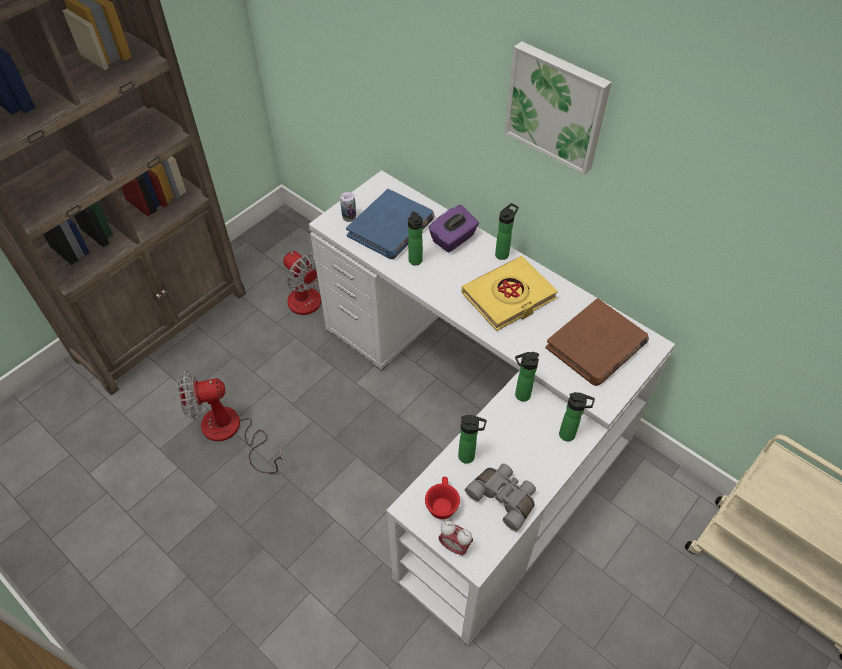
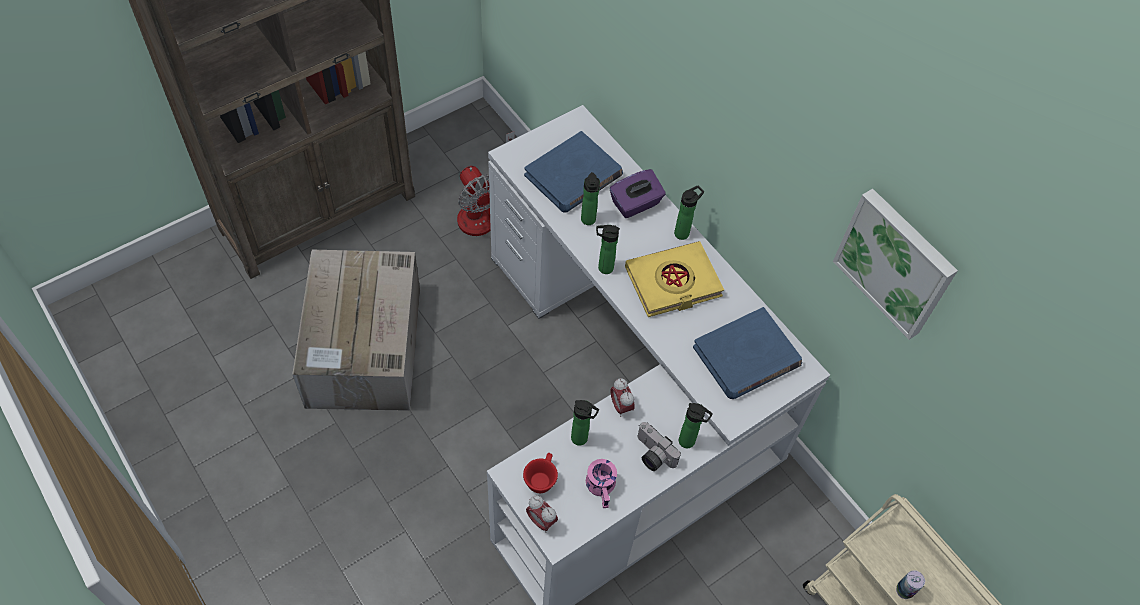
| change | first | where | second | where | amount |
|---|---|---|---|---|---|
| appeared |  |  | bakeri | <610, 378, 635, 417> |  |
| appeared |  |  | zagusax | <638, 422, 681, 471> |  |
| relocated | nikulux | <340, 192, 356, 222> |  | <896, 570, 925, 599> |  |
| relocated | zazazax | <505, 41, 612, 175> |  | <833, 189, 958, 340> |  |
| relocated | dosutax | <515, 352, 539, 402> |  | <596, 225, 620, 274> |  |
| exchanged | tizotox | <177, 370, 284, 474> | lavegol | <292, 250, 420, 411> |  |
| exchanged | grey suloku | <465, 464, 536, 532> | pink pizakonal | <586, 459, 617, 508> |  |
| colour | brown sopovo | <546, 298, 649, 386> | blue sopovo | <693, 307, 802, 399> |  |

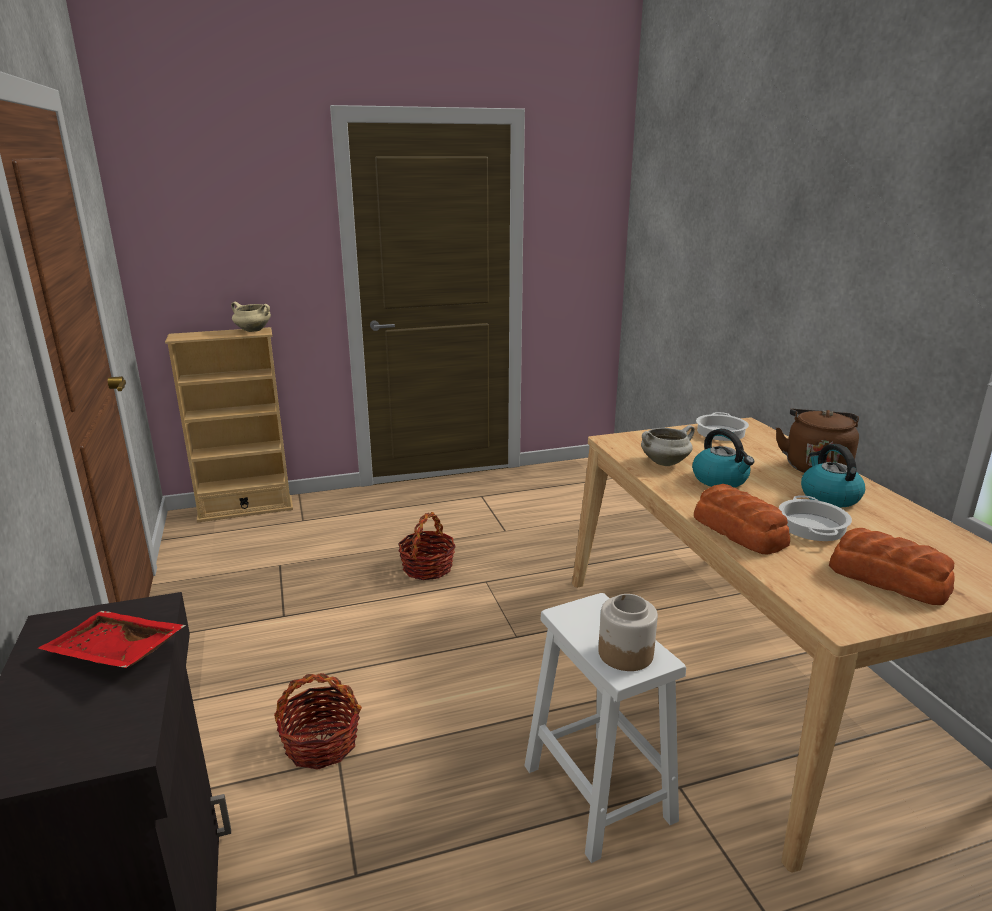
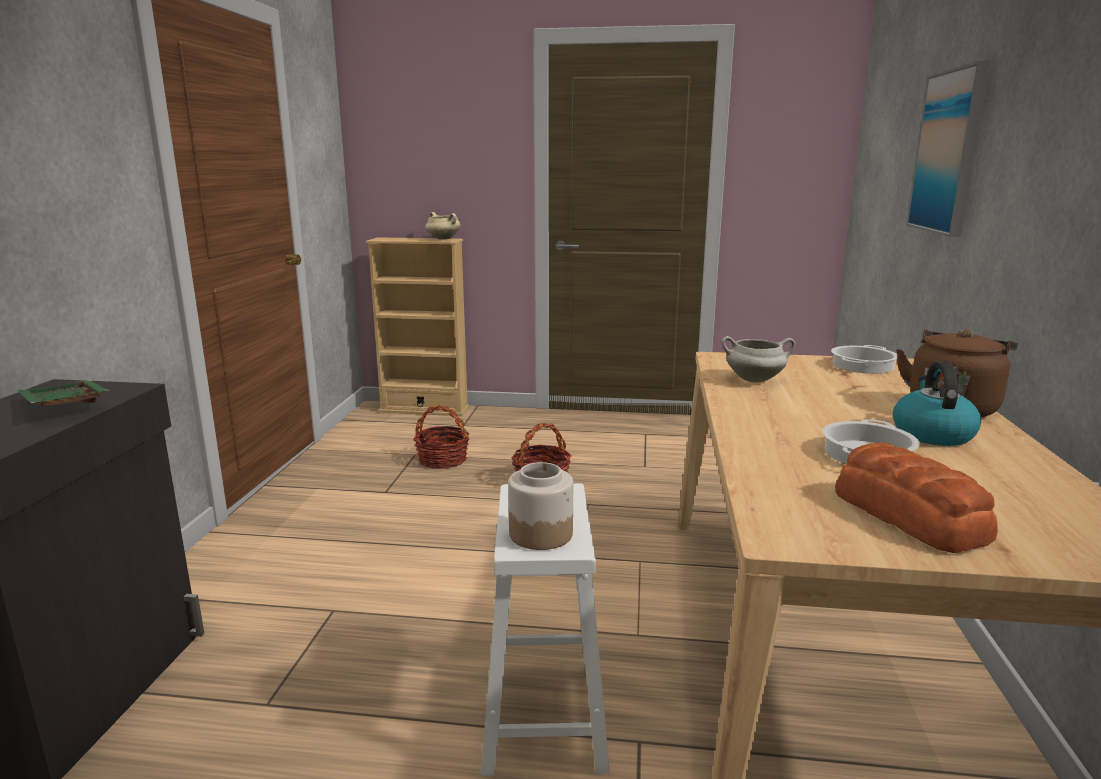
| change | first | where | second | where | amount |
|---|---|---|---|---|---|
| missing | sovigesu | <692, 429, 754, 488> |  |  |  |
| missing | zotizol | <694, 484, 790, 555> |  |  |  |
| appeared |  |  | zazazax | <906, 61, 991, 237> |  |
| relocated | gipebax | <274, 673, 362, 770> |  | <413, 405, 470, 469> |  |
| colour | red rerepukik | <38, 611, 186, 668> | green rerepukik | <18, 380, 109, 407> |  |

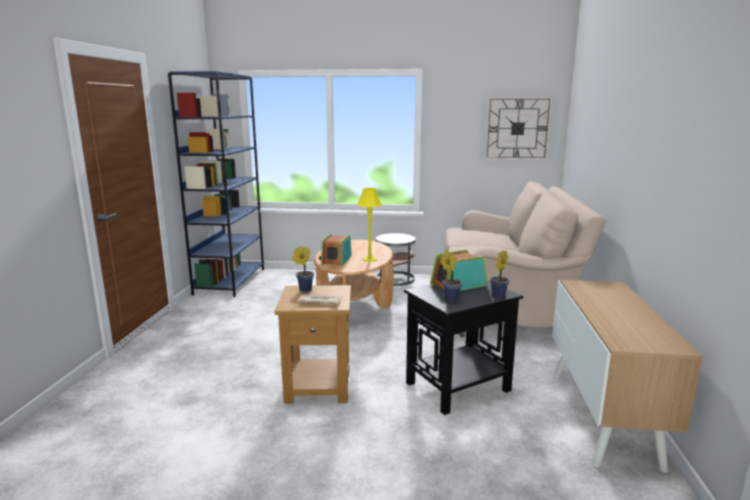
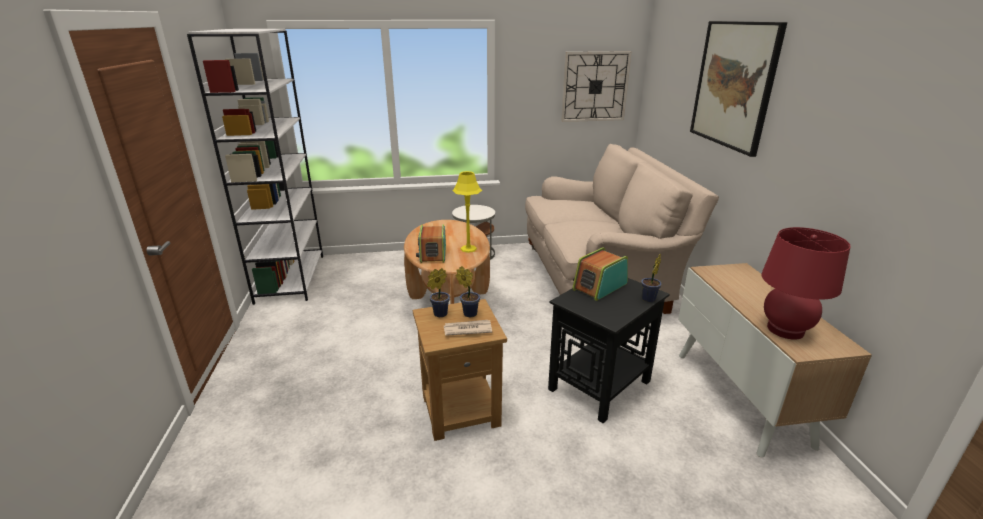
| change | first | where | second | where | amount |
|---|---|---|---|---|---|
| appeared |  |  | zazazax | <690, 21, 787, 157> |  |
| appeared |  |  | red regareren | <761, 227, 851, 340> |  |
| relocated | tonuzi | <441, 251, 462, 302> |  | <456, 266, 480, 317> |  |
| colour | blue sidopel | <168, 71, 264, 297> | white sidopel | <187, 29, 323, 305> |  |

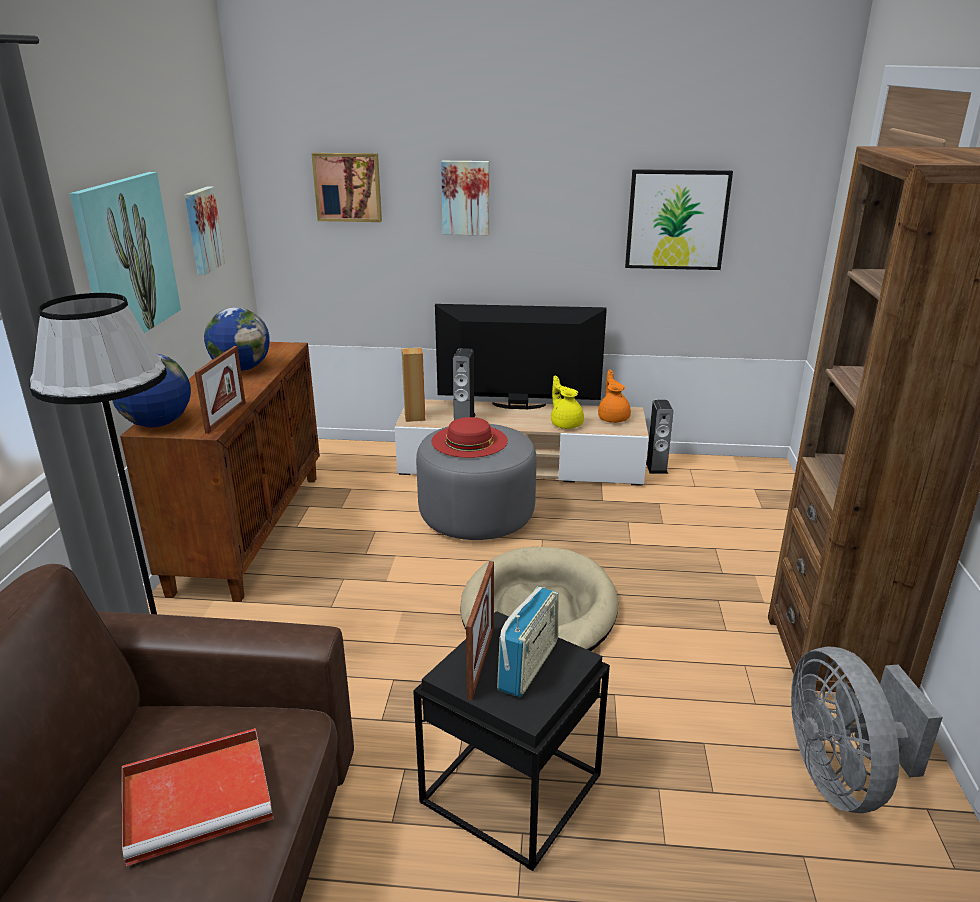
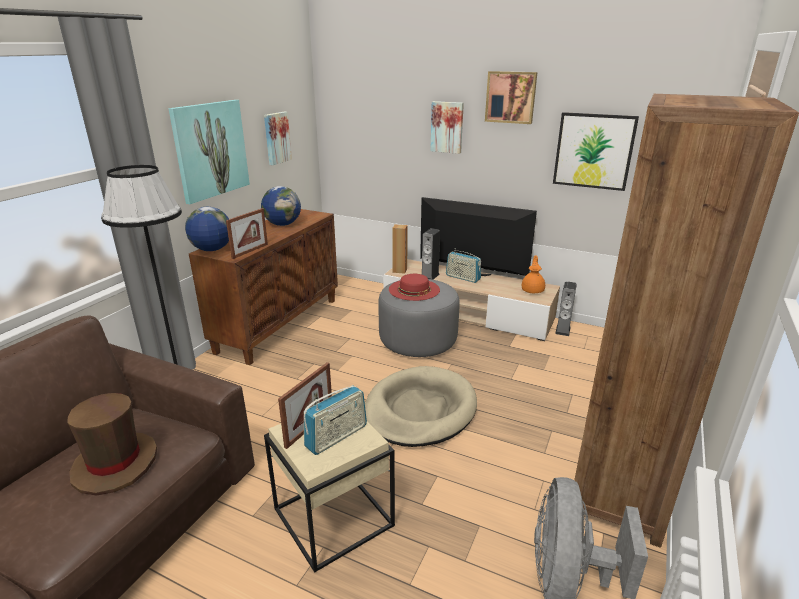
| change | first | where | second | where | amount |
|---|---|---|---|---|---|
| missing | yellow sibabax | <551, 376, 584, 429> |  |  |  |
| appeared |  |  | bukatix | <446, 248, 481, 283> |  |
| relocated | zazazax | <312, 153, 382, 222> |  | <485, 71, 537, 124> |  |
| exchanged | red rerepukik | <122, 728, 274, 866> | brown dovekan | <68, 393, 158, 496> |  |
| colour | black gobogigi | <413, 611, 610, 871> | beige gobogigi | <264, 422, 395, 573> |  |

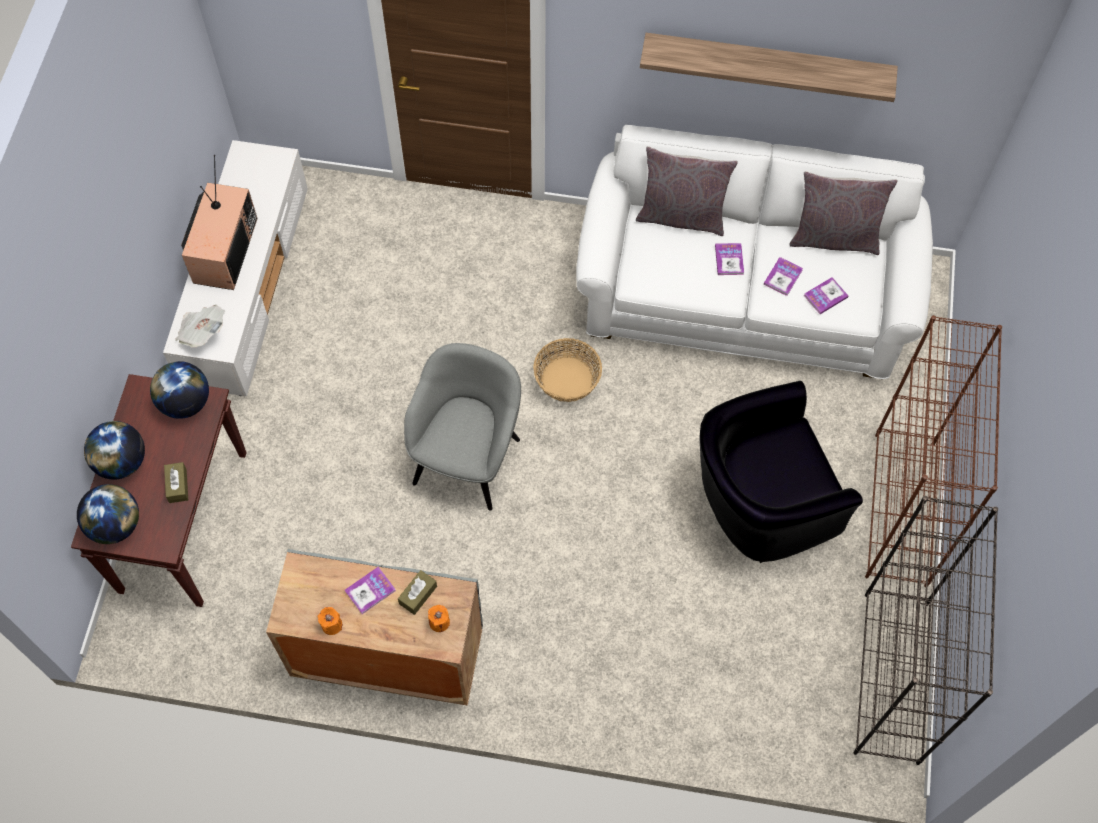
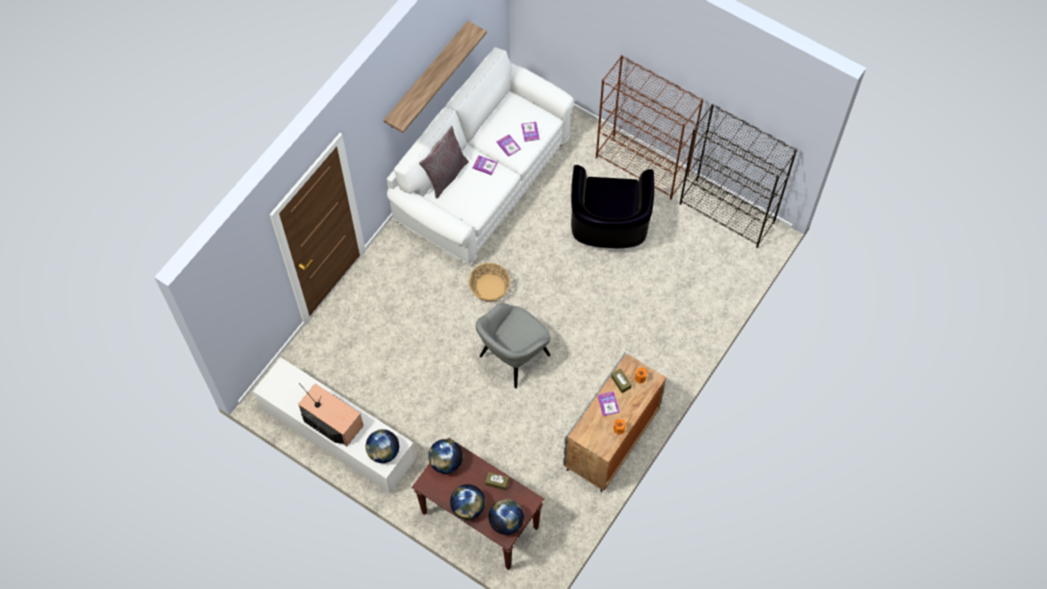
| change | first | where | second | where | amount |
|---|---|---|---|---|---|
| missing | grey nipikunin | <790, 171, 897, 255> |  |  |  |
| exchanged | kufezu | <175, 305, 225, 348> | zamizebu | <366, 429, 399, 463> |  |
| spun | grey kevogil | <404, 343, 521, 510> |  | <476, 303, 550, 388> | 90 degrees counterclockwise |

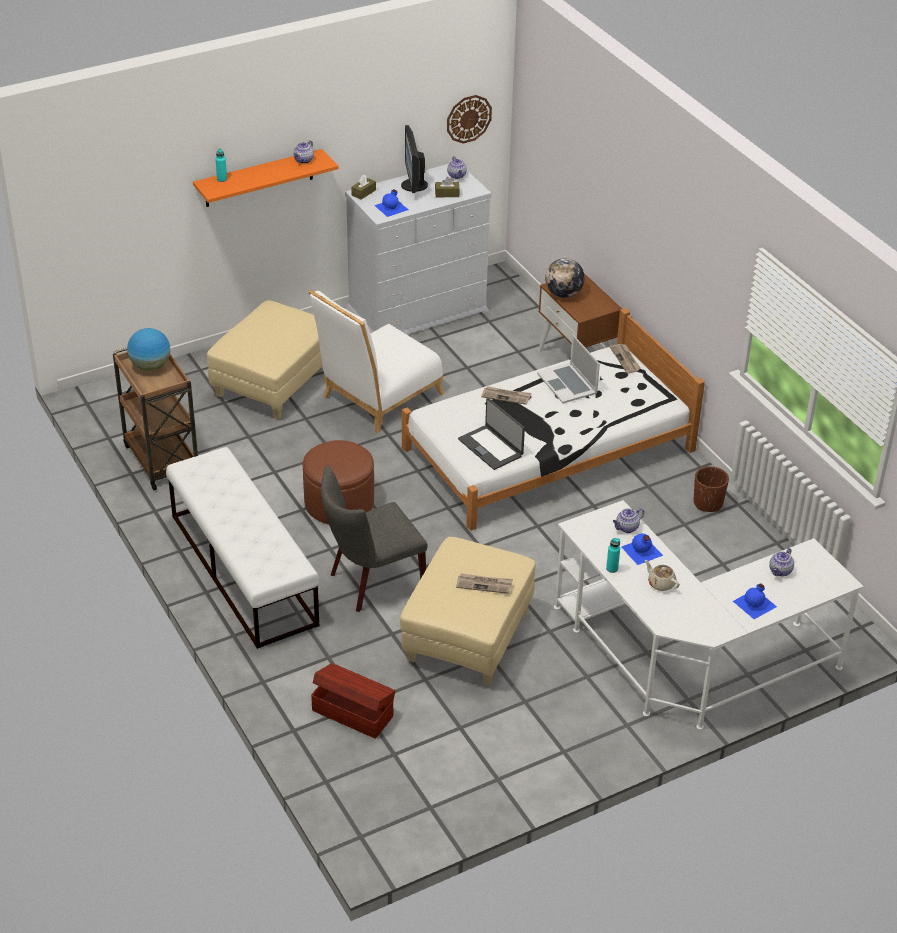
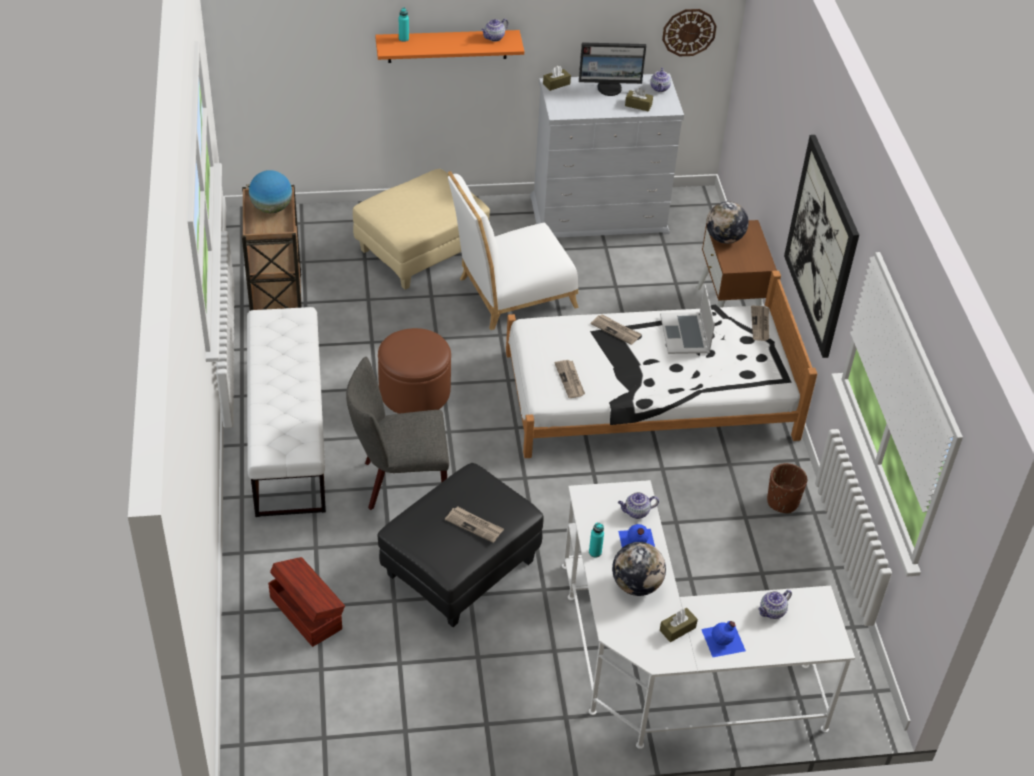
| change | first | where | second | where | amount |
|---|---|---|---|---|---|
| missing | blue dosutax | <374, 189, 408, 217> |  |  |  |
| appeared |  |  | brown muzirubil | <660, 608, 698, 642> |  |
| appeared |  |  | zazazax | <784, 135, 859, 358> |  |
| exchanged | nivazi | <458, 398, 525, 470> | kufezu | <555, 360, 585, 398> |  |
| exchanged | beige sibabax | <645, 560, 680, 591> | zamizebu | <612, 542, 666, 596> |  |
| colour | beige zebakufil | <400, 537, 536, 685> | black zebakufil | <377, 463, 544, 627> |  |
| spun | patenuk | <401, 125, 428, 193> |  | <579, 42, 646, 96> | 105 degrees counterclockwise |

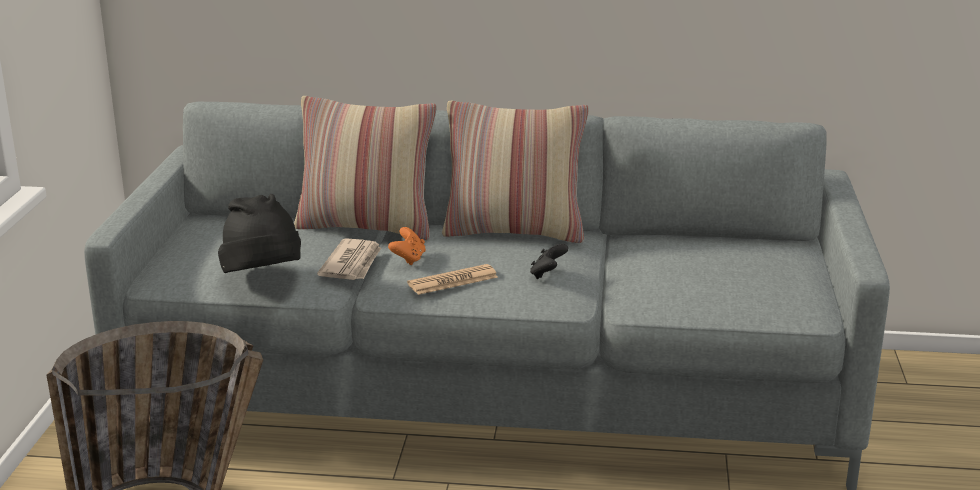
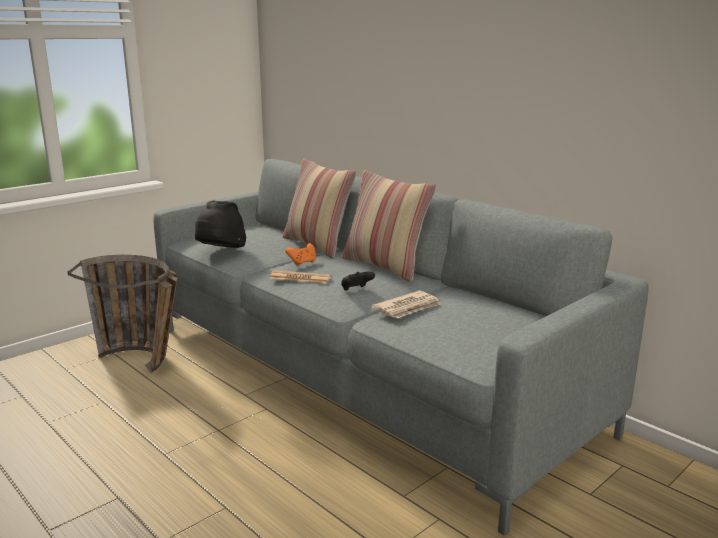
| change | first | where | second | where | amount |
|---|---|---|---|---|---|
| relocated | kufezu | <317, 238, 381, 280> |  | <372, 291, 441, 318> |  |

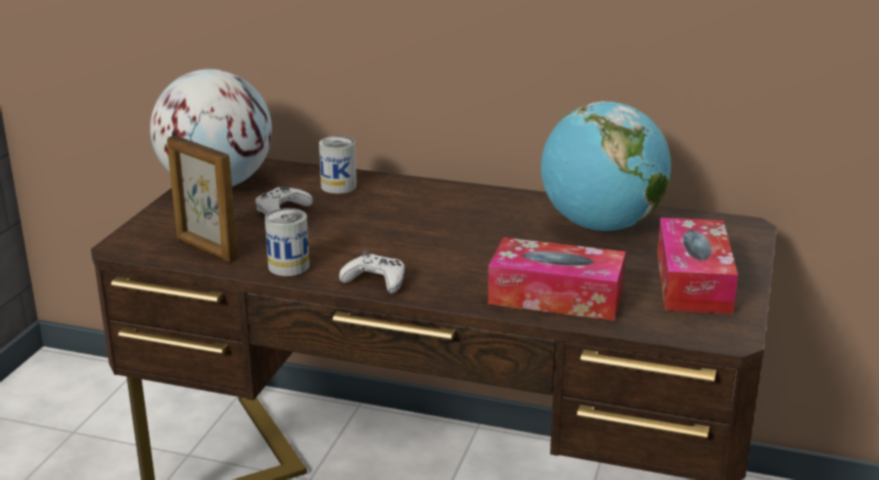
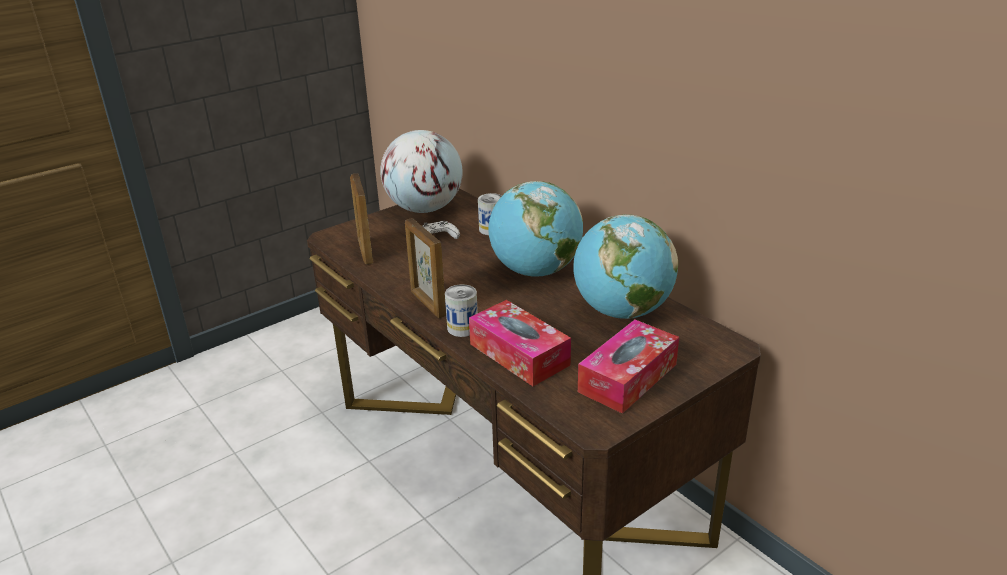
| change | first | where | second | where | amount |
|---|---|---|---|---|---|
| appeared |  |  | zamizebu | <488, 181, 583, 277> |  |
| relocated | nikulux | <265, 208, 310, 276> |  | <445, 284, 478, 337> |  |
| exchanged | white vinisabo | <339, 251, 405, 293> | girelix | <405, 218, 446, 318> |  |

